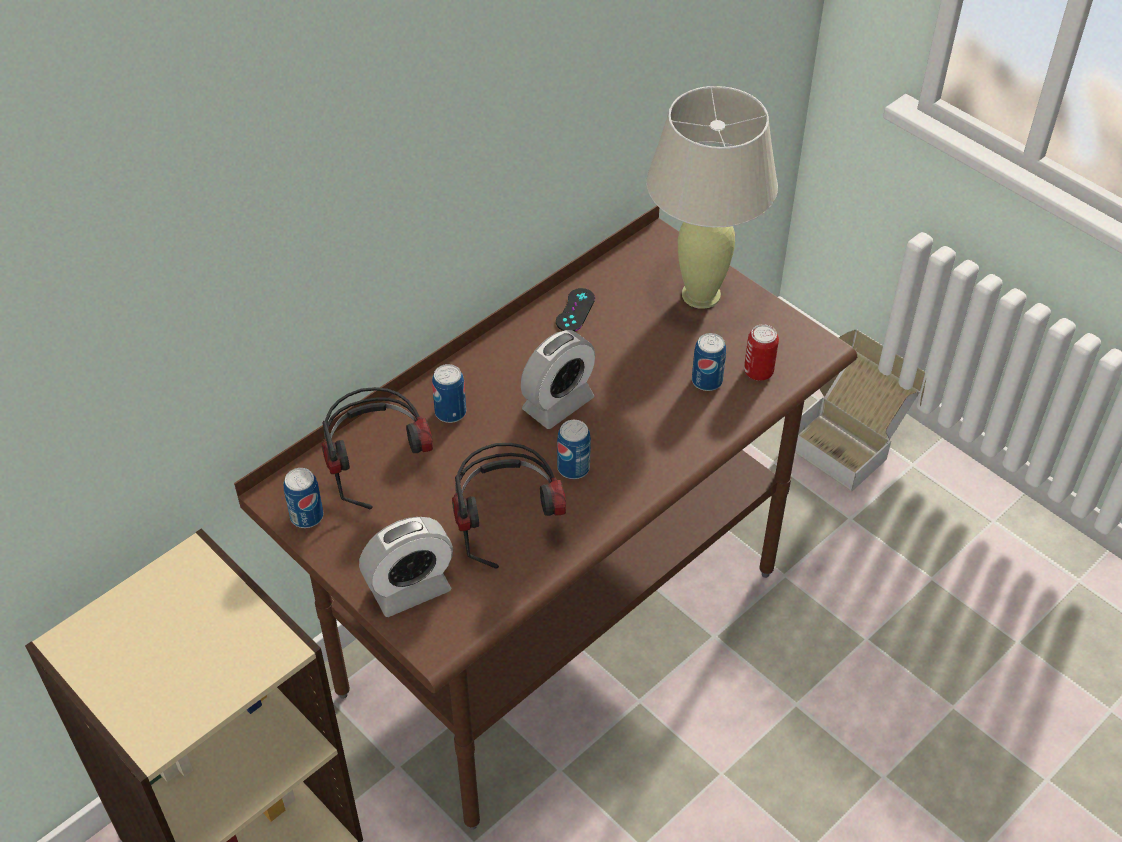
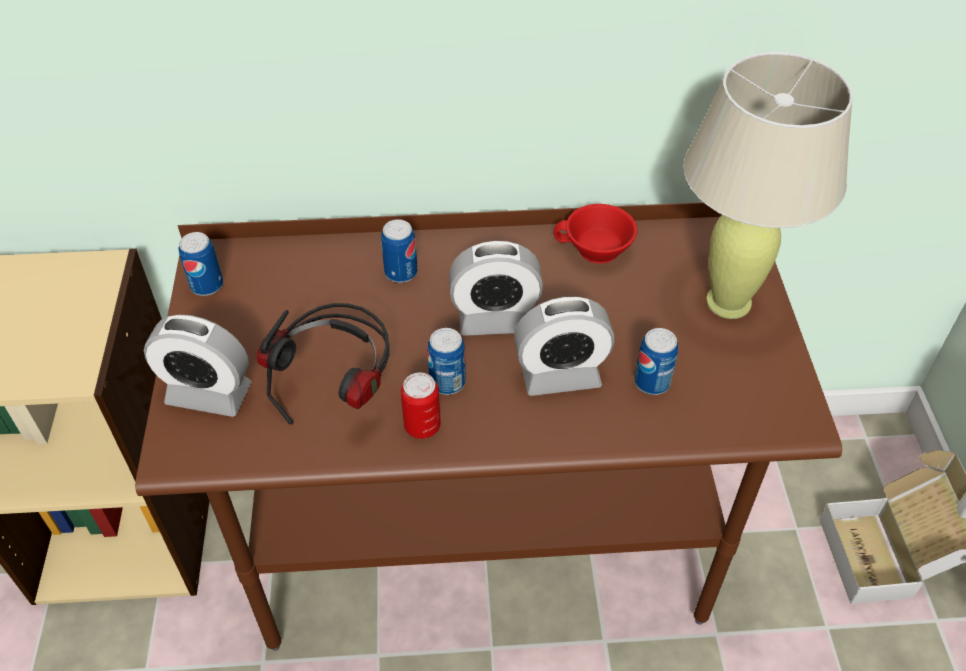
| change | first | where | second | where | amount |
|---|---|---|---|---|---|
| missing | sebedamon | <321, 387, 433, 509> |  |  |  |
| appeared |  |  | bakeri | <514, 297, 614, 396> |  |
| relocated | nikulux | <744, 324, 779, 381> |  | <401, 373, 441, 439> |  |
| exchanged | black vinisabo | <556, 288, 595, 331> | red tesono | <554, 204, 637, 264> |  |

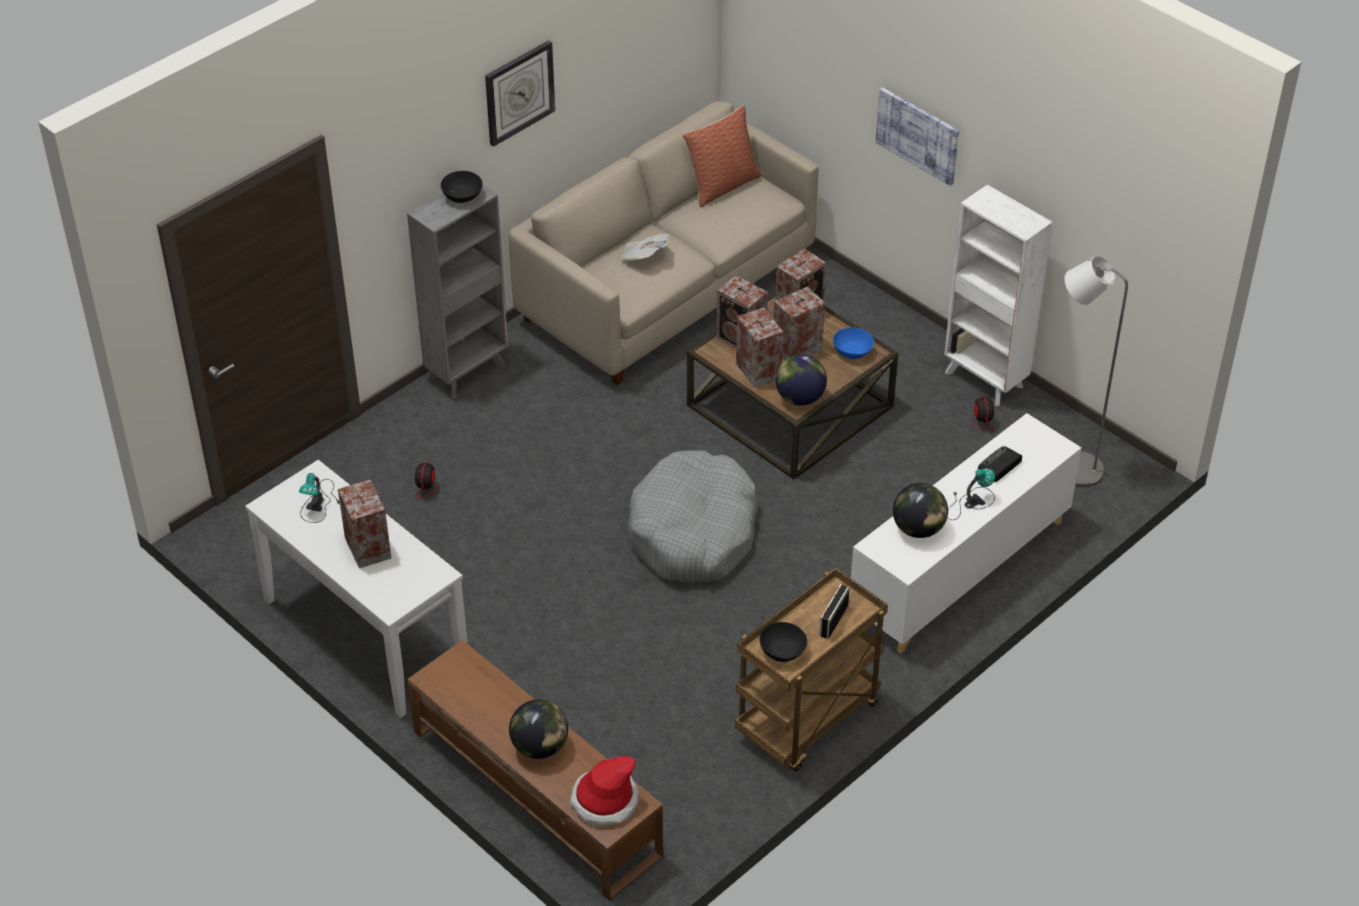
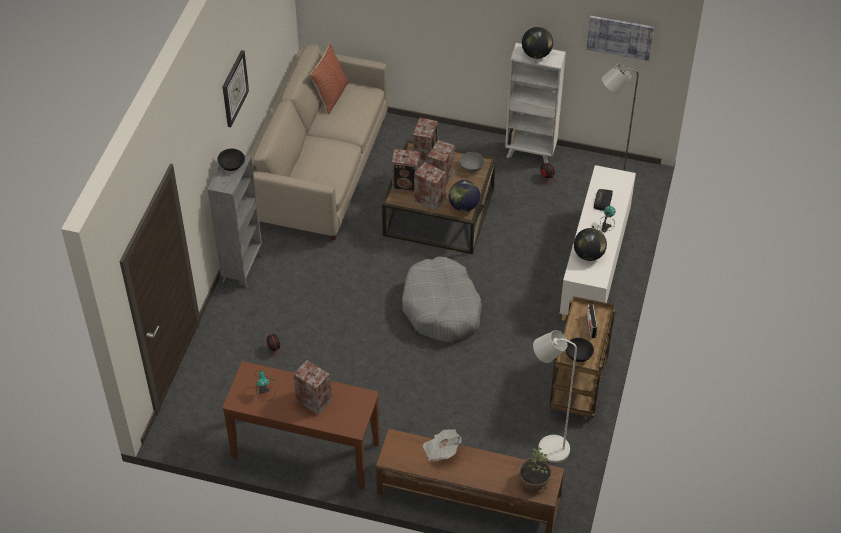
| change | first | where | second | where | amount |
|---|---|---|---|---|---|
| appeared |  |  | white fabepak | <533, 330, 577, 463> |  |
| relocated | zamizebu | <509, 699, 568, 759> |  | <522, 27, 553, 59> |  |
| relocated | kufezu | <620, 234, 670, 260> |  | <423, 429, 462, 461> |  |
| relocated | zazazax | <875, 87, 959, 186> |  | <586, 16, 654, 61> |  |
| exchanged | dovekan | <570, 756, 639, 826> | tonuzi | <519, 447, 551, 491> |  |
| colour | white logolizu | <245, 460, 468, 718> | brown logolizu | <222, 361, 380, 490> |  |
| colour | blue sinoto | <833, 327, 874, 359> | grey sinoto | <459, 152, 485, 172> |  |

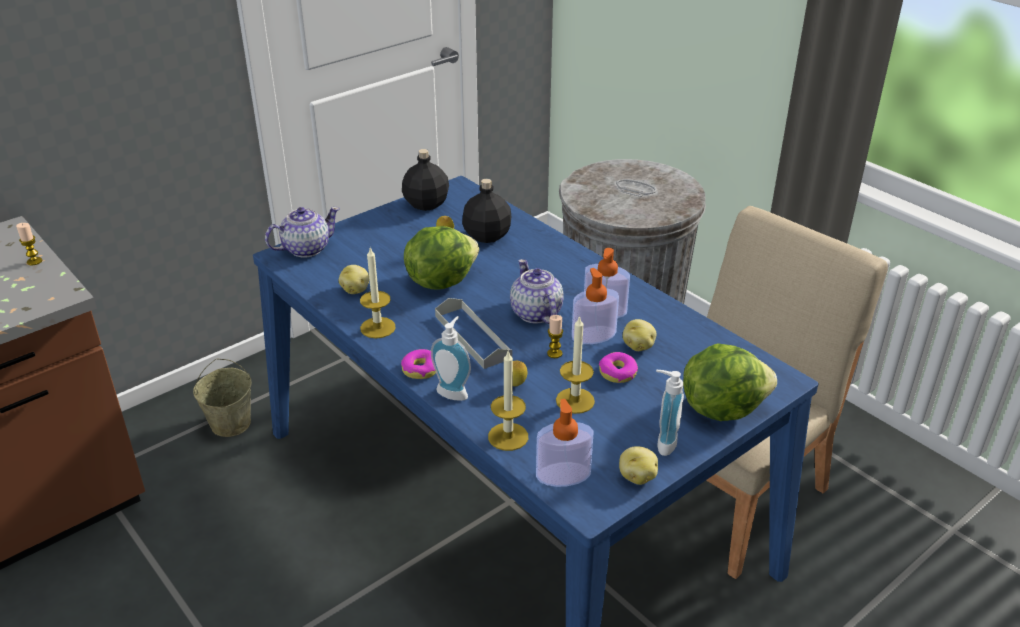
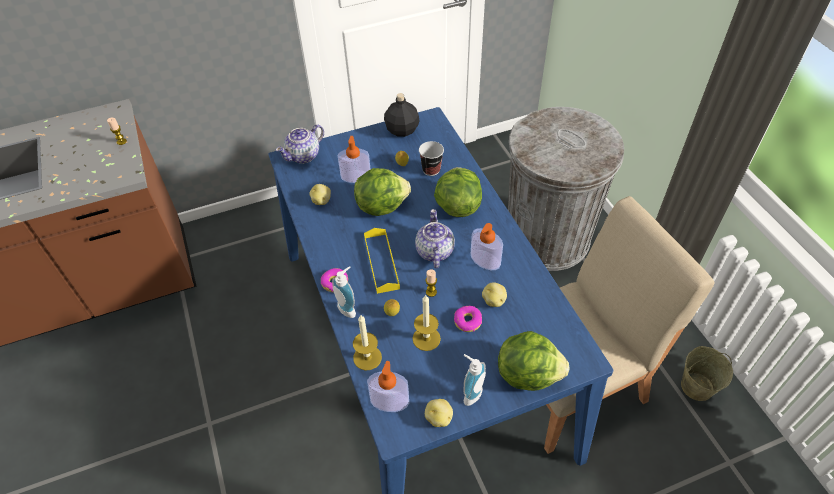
| change | first | where | second | where | amount |
|---|---|---|---|---|---|
| missing | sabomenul | <360, 248, 396, 338> |  |  |  |
| appeared |  |  | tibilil | <434, 167, 482, 217> |  |
| relocated | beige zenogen | <193, 359, 252, 437> |  | <681, 346, 733, 401> |  |
| relocated | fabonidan | <572, 268, 619, 344> |  | <338, 136, 370, 183> |  |
| exchanged | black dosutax | <462, 179, 511, 243> | tesono | <419, 141, 444, 176> |  |
| colour | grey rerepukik | <435, 298, 512, 369> | yellow rerepukik | <364, 228, 400, 294> |  |
| spun | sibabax | <265, 207, 340, 257> |  | <276, 124, 324, 164> | 150 degrees clockwise |

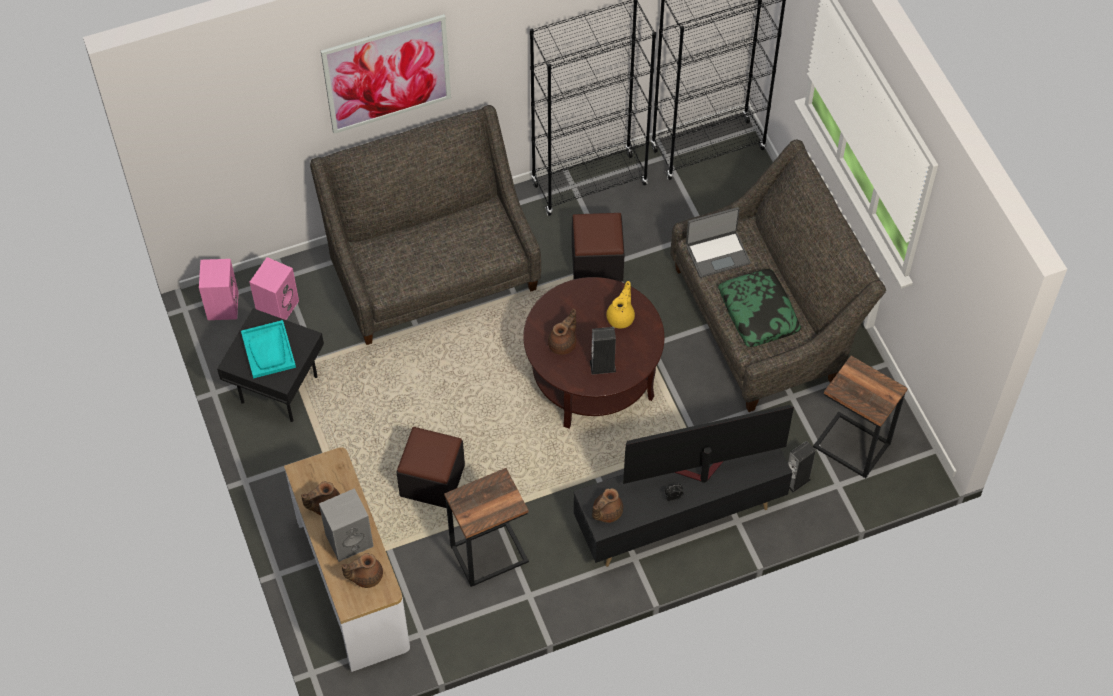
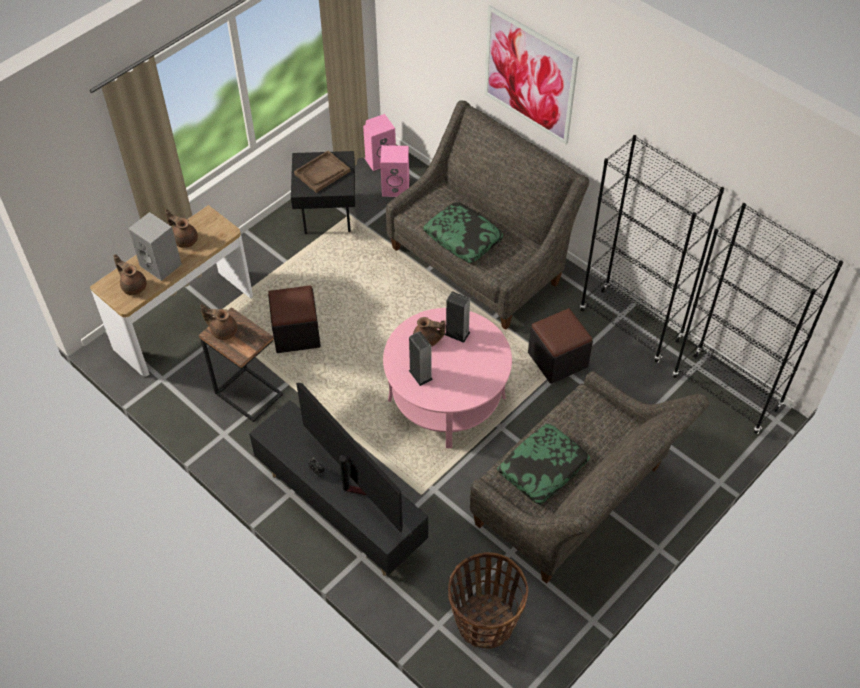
| change | first | where | second | where | amount |
|---|---|---|---|---|---|
| missing | yellow sibabax | <606, 281, 635, 328> |  |  |  |
| missing | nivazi | <686, 207, 751, 278> |  |  |  |
| appeared |  |  | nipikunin | <423, 202, 504, 263> |  |
| relocated | brown sibabax | <592, 488, 623, 523> |  | <200, 305, 237, 340> |  |
| relocated | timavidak | <788, 441, 816, 493> |  | <445, 291, 471, 343> |  |
| exchanged | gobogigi | <813, 356, 908, 478> | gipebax | <448, 552, 529, 649> |  |
| colour | turquoise rerepukik | <241, 320, 296, 378> | brown rerepukik | <294, 150, 350, 193> |  |
| colour | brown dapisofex | <523, 277, 664, 429> | pink dapisofex | <383, 308, 512, 448> |  |

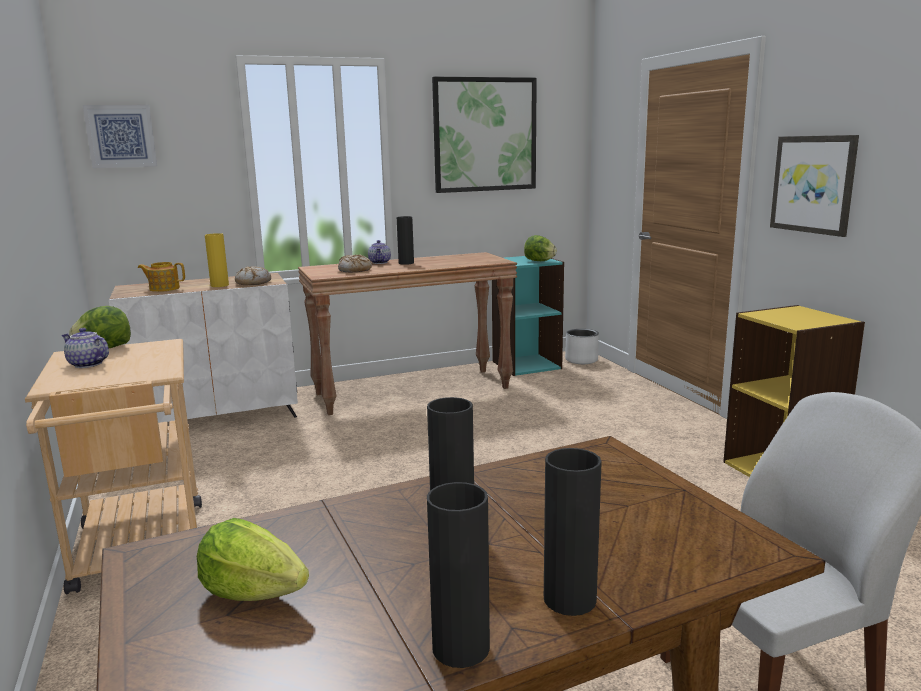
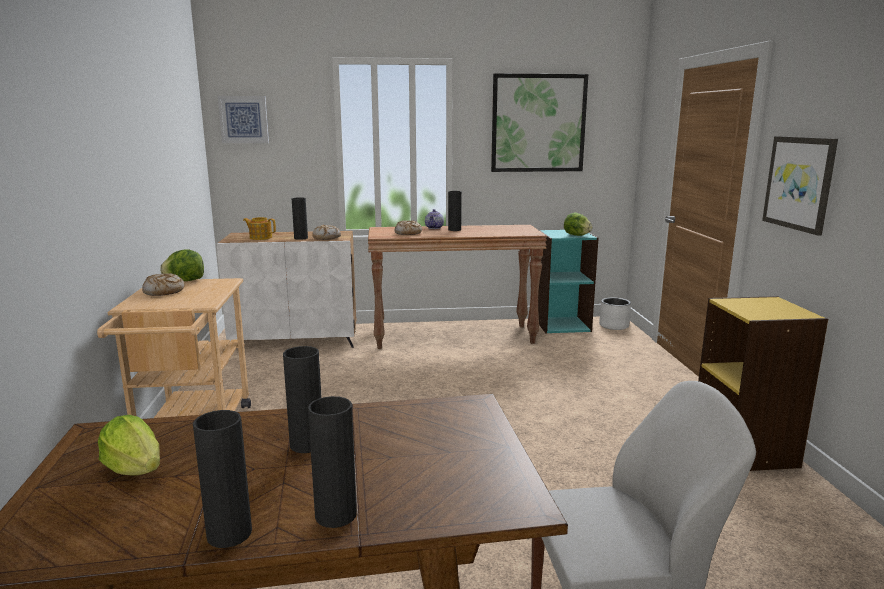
| change | first | where | second | where | amount |
|---|---|---|---|---|---|
| exchanged | sibabax | <62, 328, 109, 368> | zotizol | <142, 273, 185, 296> |  |
| colour | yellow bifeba | <205, 233, 229, 287> | black bifeba | <292, 197, 308, 240> |  |

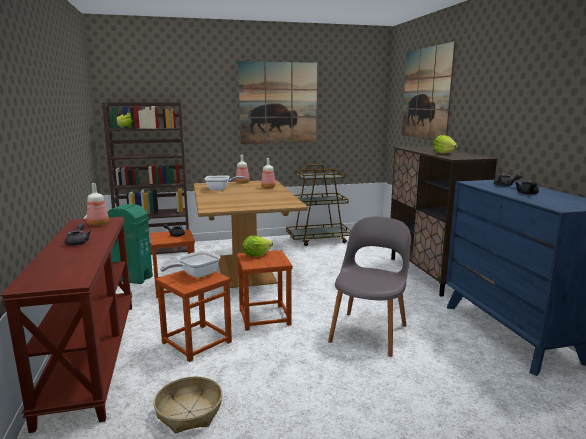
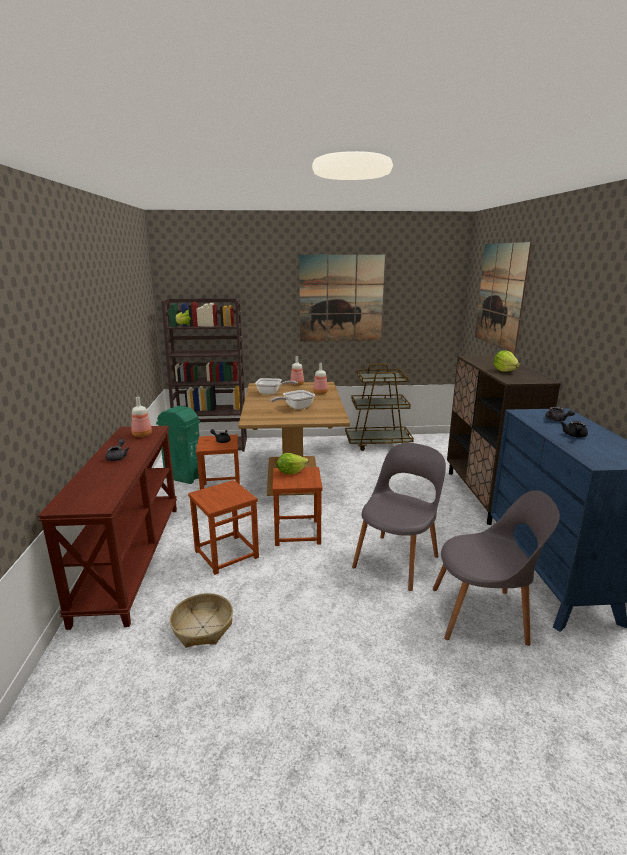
| change | first | where | second | where | amount |
|---|---|---|---|---|---|
| appeared |  |  | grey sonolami | <433, 490, 560, 646> |  |
| relocated | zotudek | <160, 251, 220, 278> |  | <270, 390, 315, 409> |  |

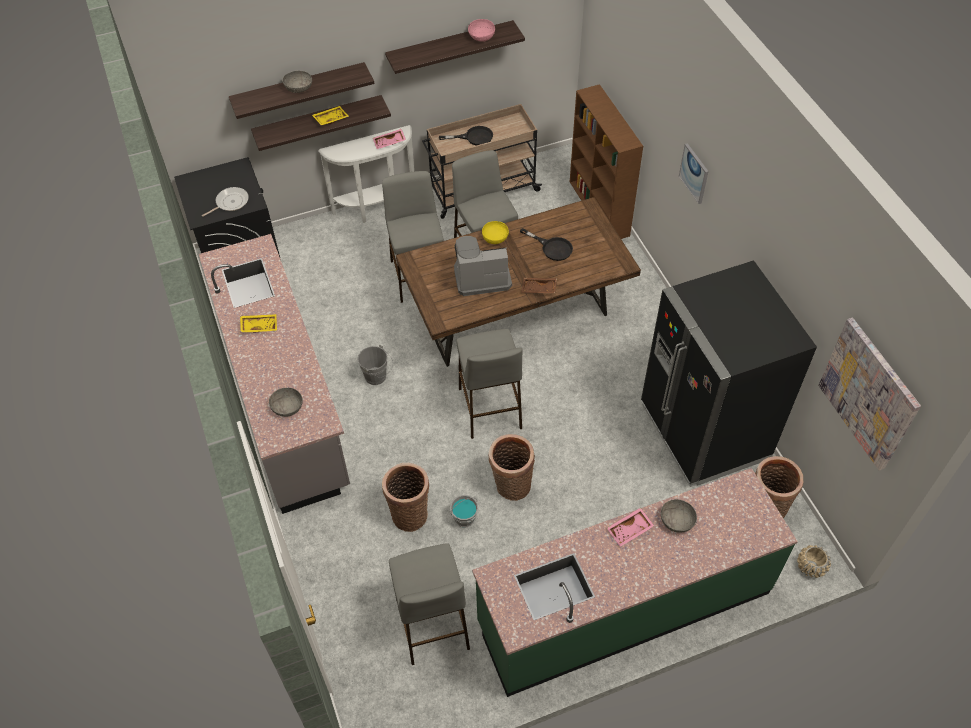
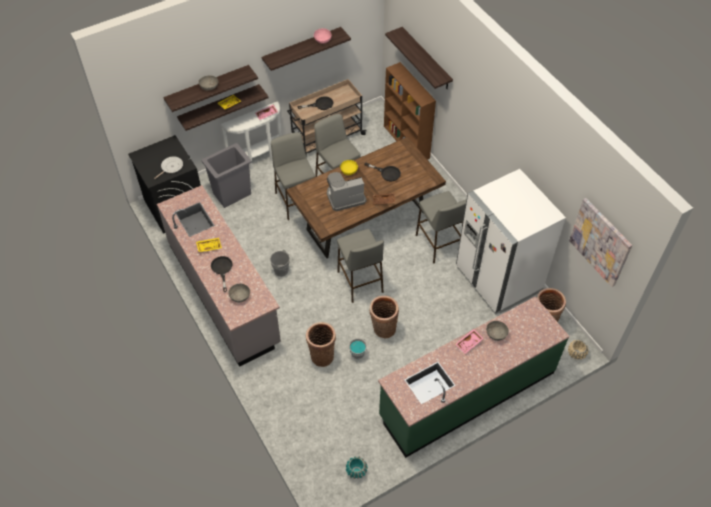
| change | first | where | second | where | amount |
|---|---|---|---|---|---|
| missing | zazazax | <679, 143, 709, 204> |  |  |  |
| appeared |  |  | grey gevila | <202, 143, 252, 208> |  |
| appeared |  |  | black zotudek | <211, 256, 233, 292> |  |
| appeared |  |  | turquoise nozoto | <346, 456, 368, 479> |  |
| appeared |  |  | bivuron | <385, 27, 453, 89> |  |
| relocated | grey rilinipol | <389, 543, 470, 665> |  | <416, 191, 467, 264> |  |
| colour | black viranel | <641, 260, 817, 487> | white viranel | <456, 169, 566, 315> |  |

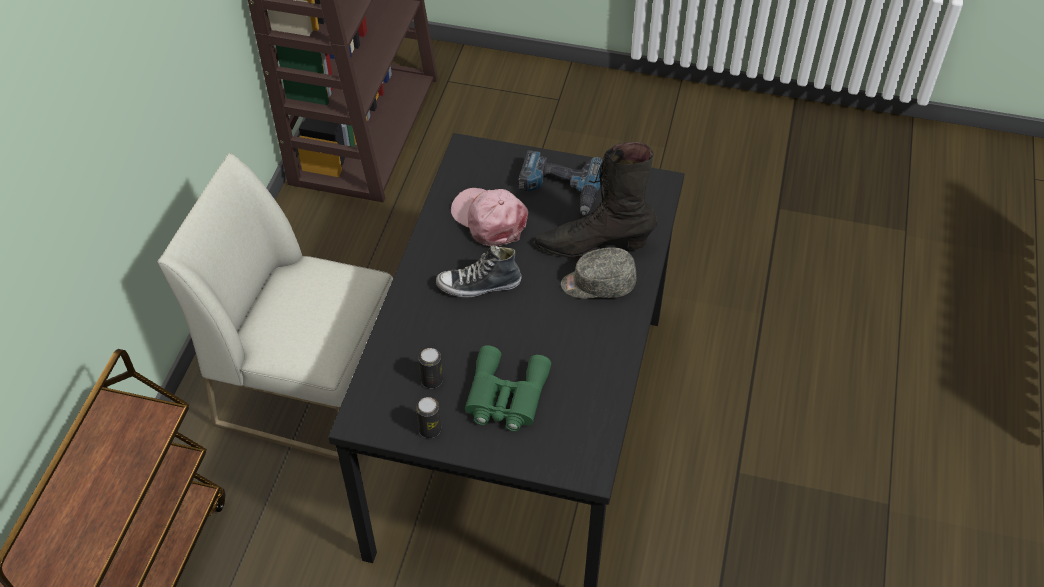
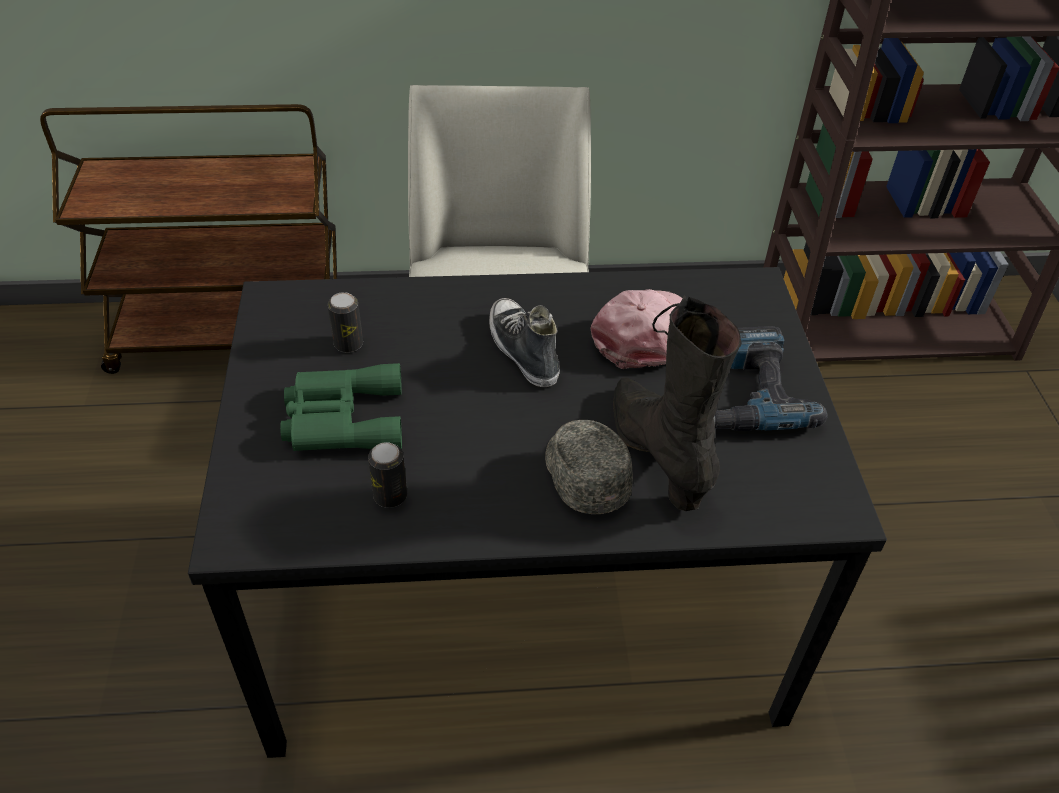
| change | first | where | second | where | amount |
|---|---|---|---|---|---|
| relocated | nikulux | <416, 397, 441, 438> |  | <368, 442, 407, 508> |  |

